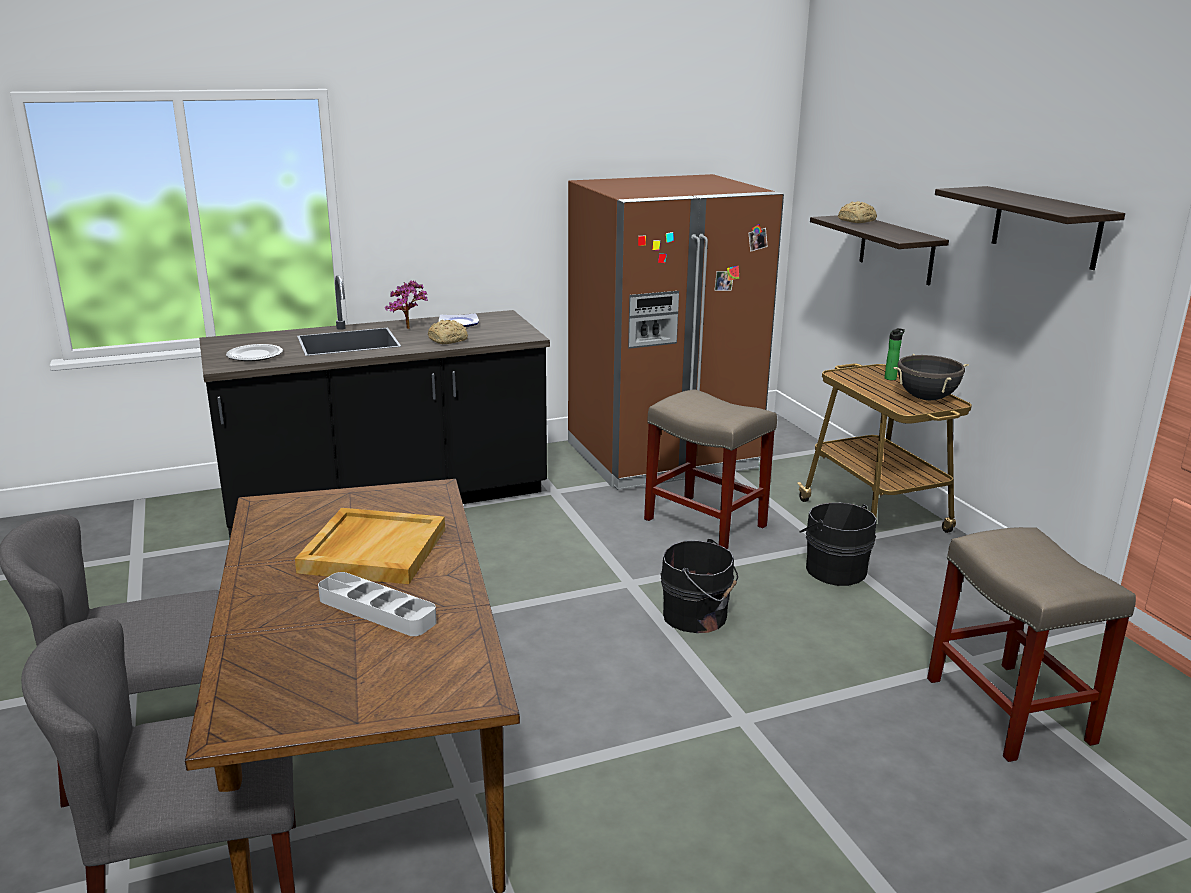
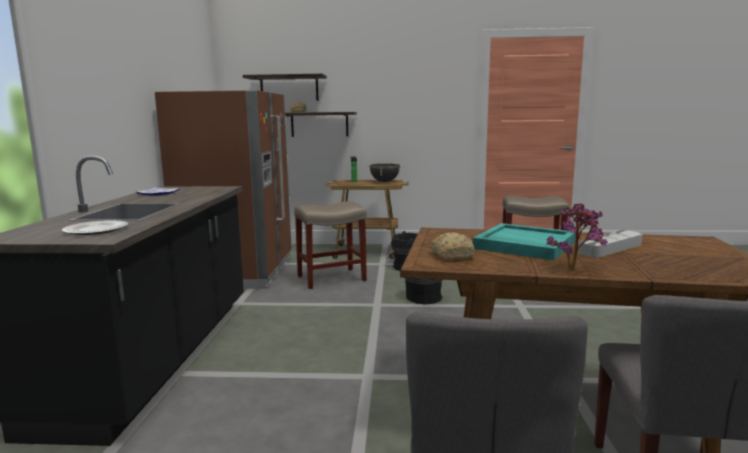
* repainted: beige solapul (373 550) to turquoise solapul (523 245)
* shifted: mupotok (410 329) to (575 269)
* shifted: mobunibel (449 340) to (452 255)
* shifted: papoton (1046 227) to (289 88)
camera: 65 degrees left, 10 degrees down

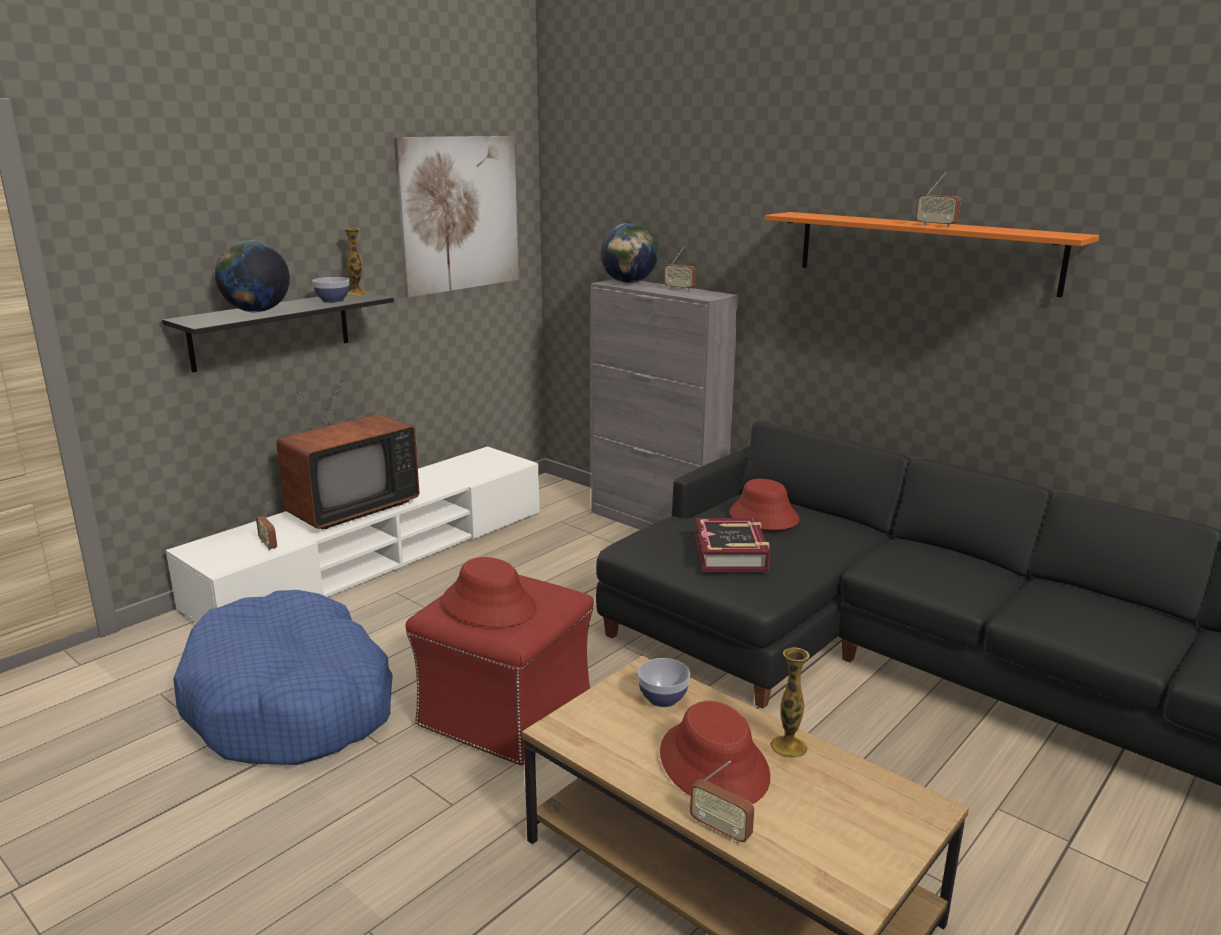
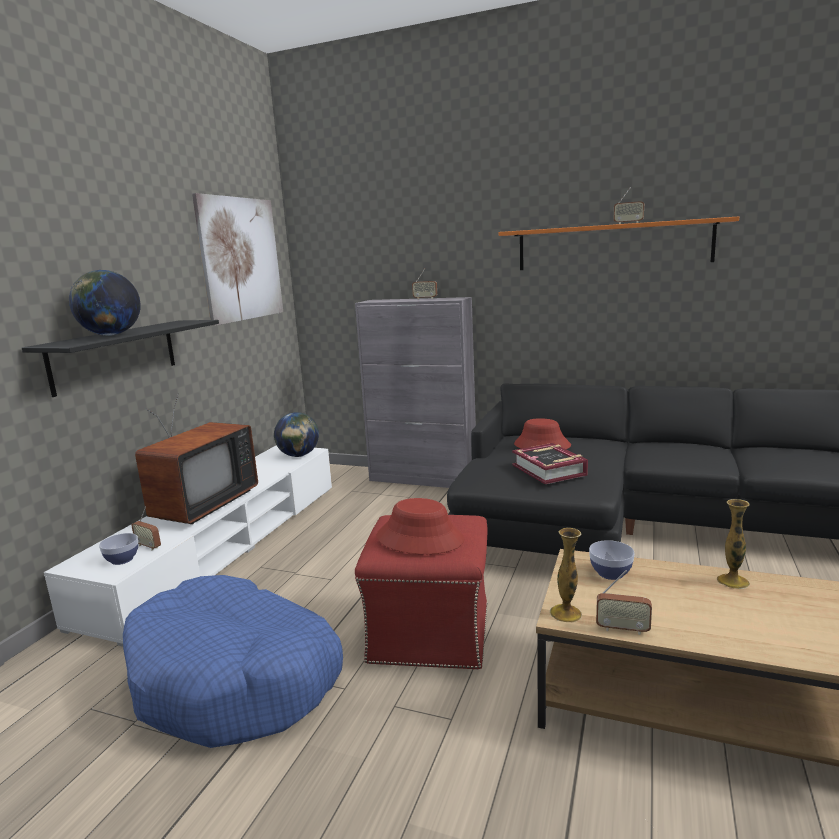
* shifted: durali (333 300) to (122 560)
* shifted: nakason (356 293) to (565 613)
* shifted: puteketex (628 282) to (298 455)
* gone: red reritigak (714 764)
* shifted: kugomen (720 830) to (622 629)
camera: 20 degrees left, 5 degrees down

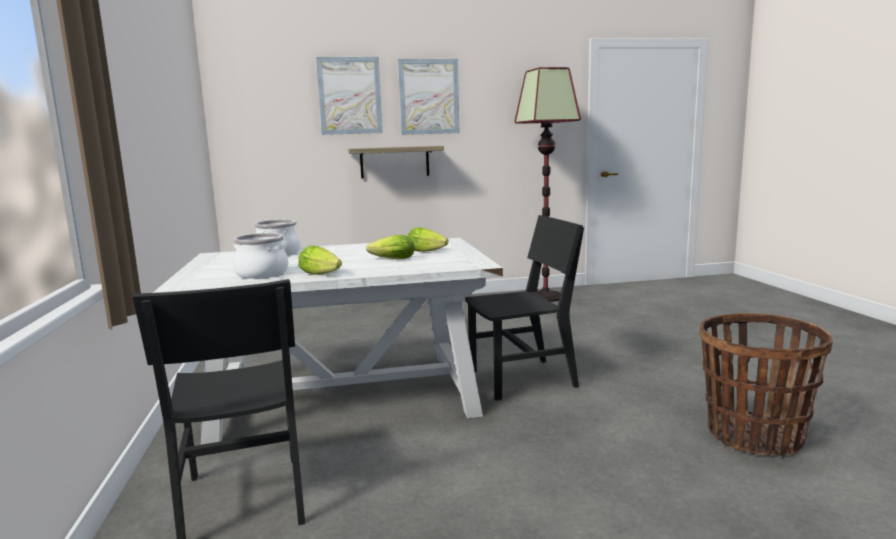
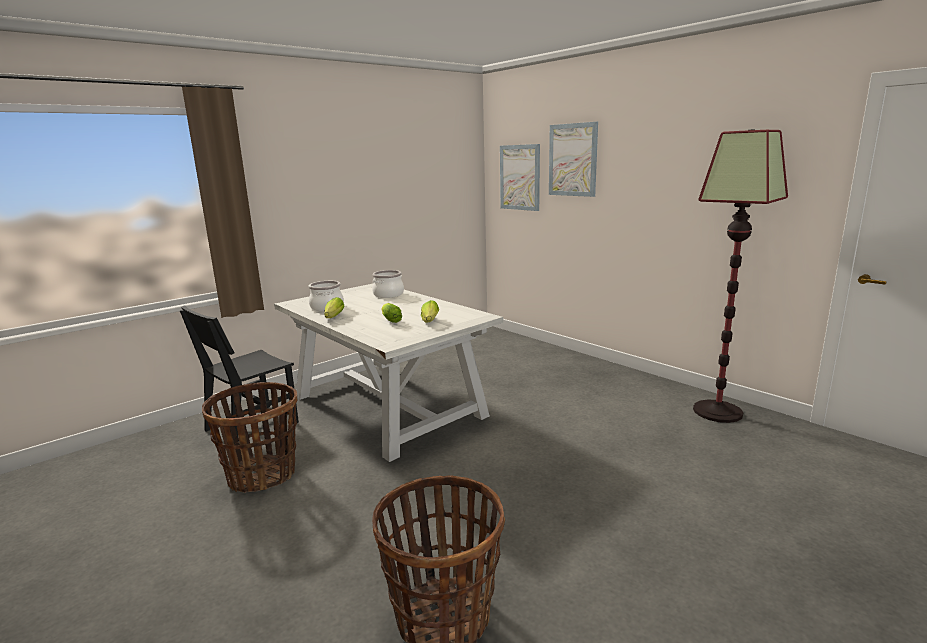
* gone: papoton (394 162)
* shifted: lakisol (429 97) to (520 177)
* gone: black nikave (522 379)
* new: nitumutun (262 475)
camera: 60 degrees right, 5 degrees up

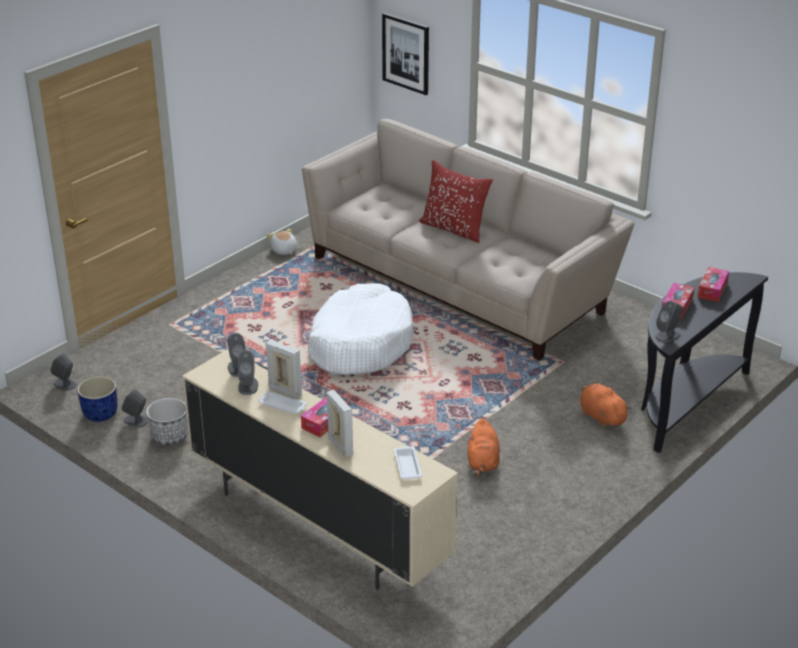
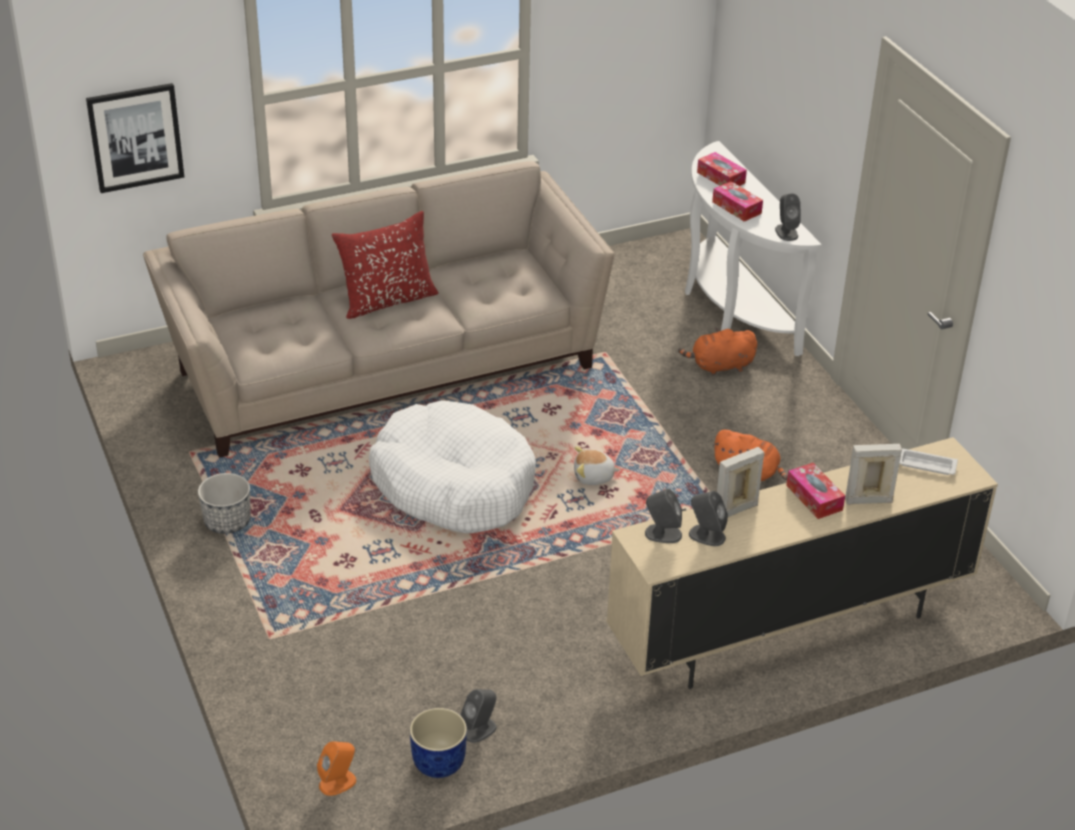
* repainted: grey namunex (65 384) to orange namunex (338 782)
* shifted: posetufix (169 436) to (227 521)
* gone: white solapul (283 405)
* shifted: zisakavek (283 250) to (593 477)
* repainted: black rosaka (684 403) to white rosaka (731 307)
camera: 65 degrees left, 5 degrees up

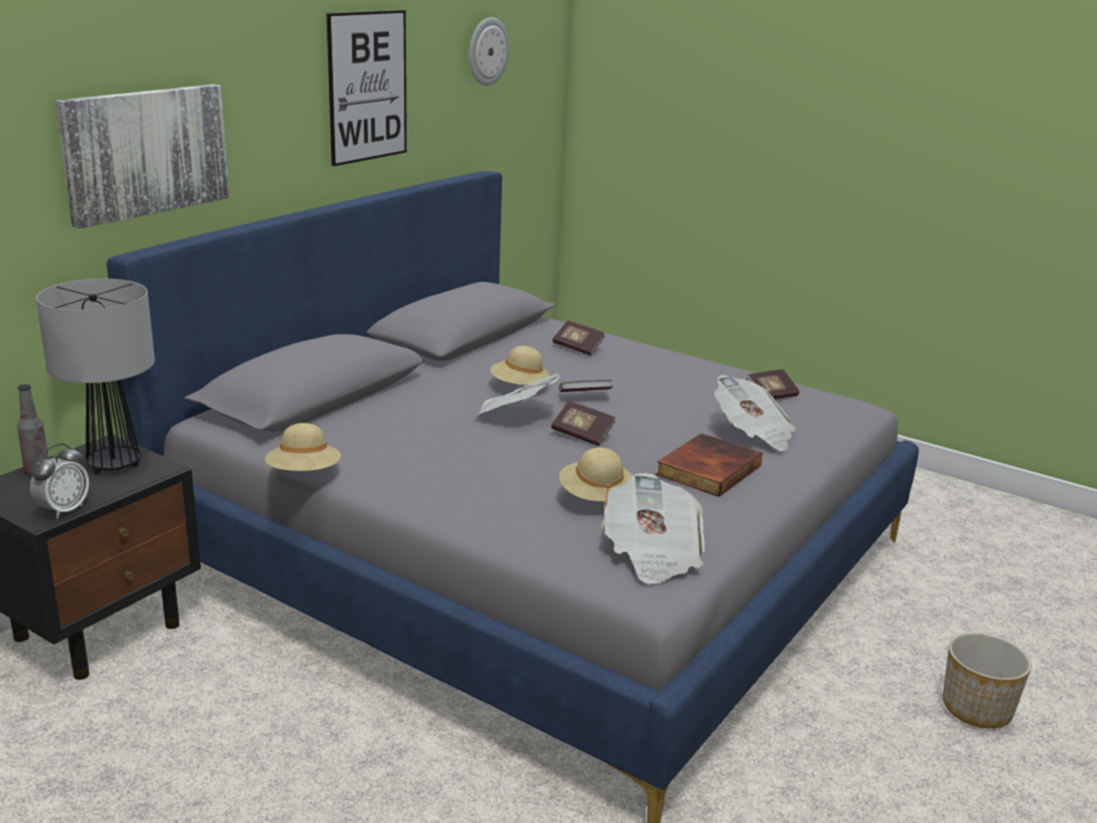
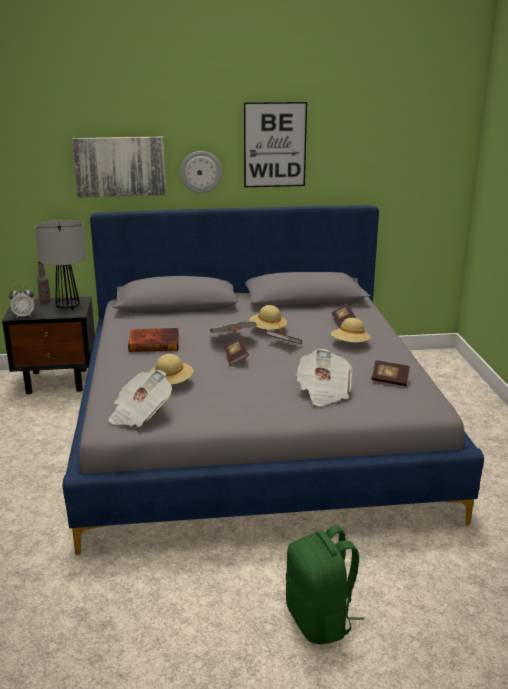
* shifted: beige reritigak (304 474) to (350 344)
* shifted: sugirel (487 51) to (201 172)
* shifted: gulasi (707 469) to (154 342)
* swapped: posetufix (977 708) to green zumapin (320 621)
camera: 50 degrees right, 0 degrees up

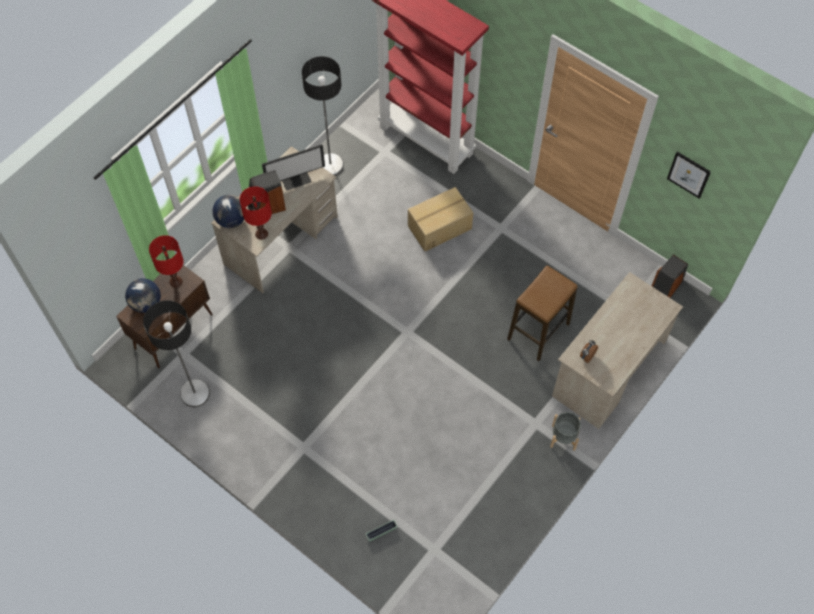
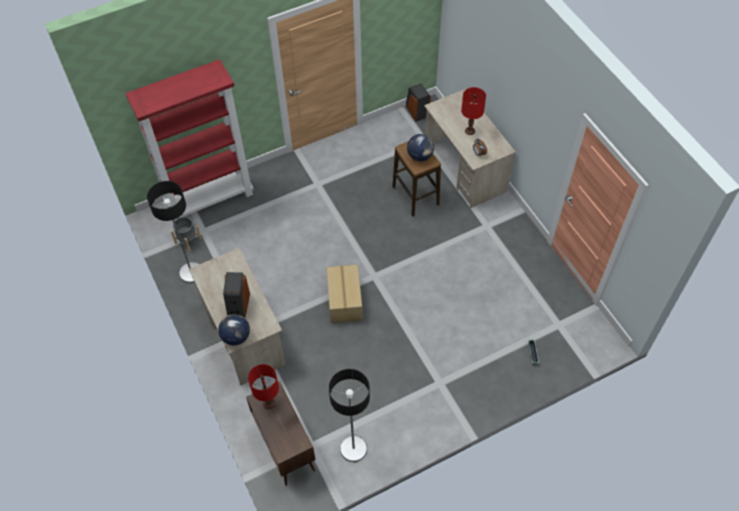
* shifted: puteketex (146 304) to (420 156)
* shifted: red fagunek (261 234) to (470 131)
* gone: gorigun (296 179)
* shifted: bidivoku (439 227) to (344 300)
* shifted: grey posetufix (563 437) to (188 240)
* gone: lakisol (689 174)
camera: 65 degrees left, 5 degrees down

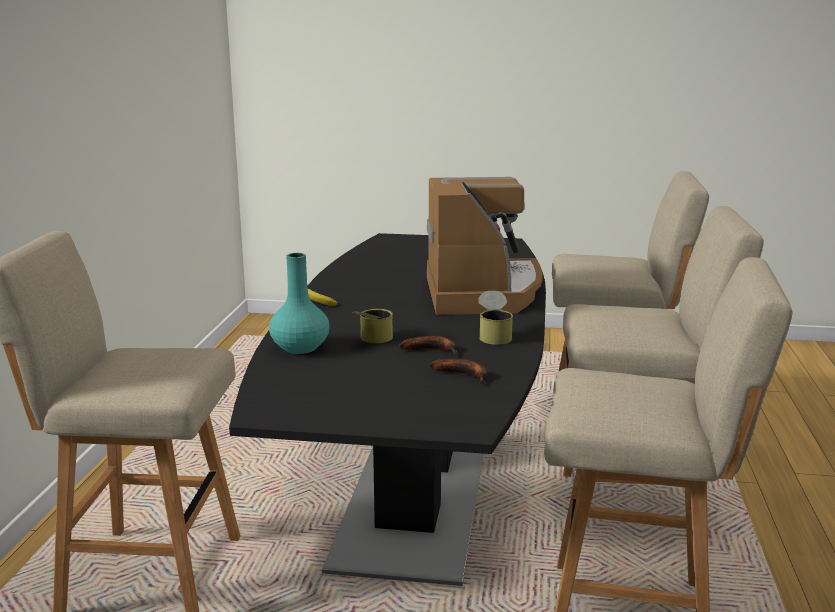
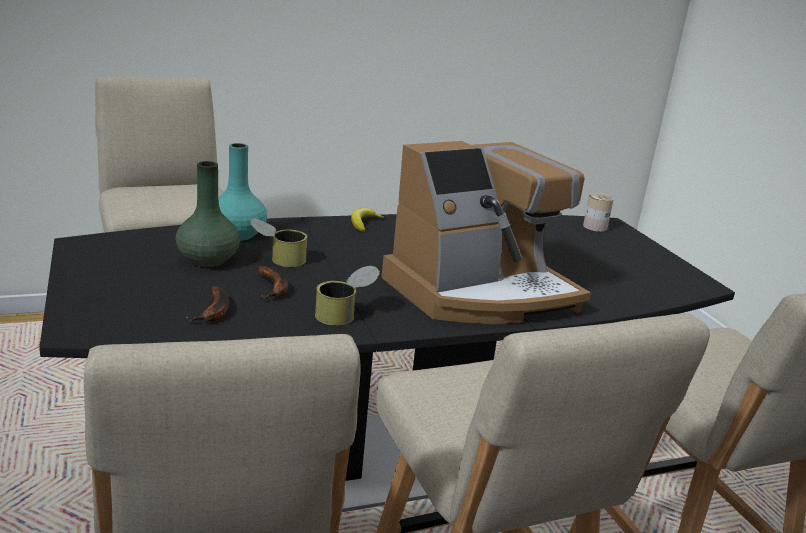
* new: green nakason (208 260)
* new: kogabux (595 227)
camera: 60 degrees right, 5 degrees up

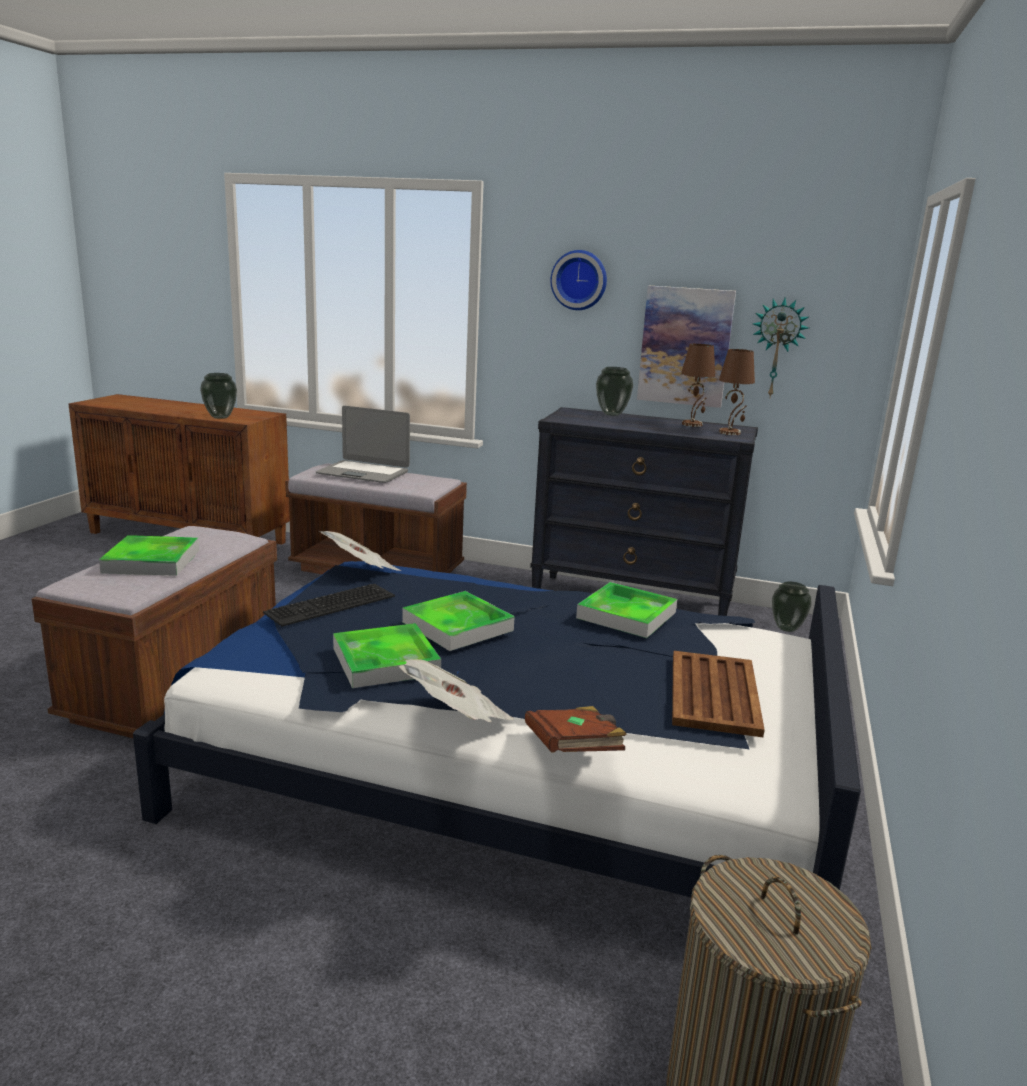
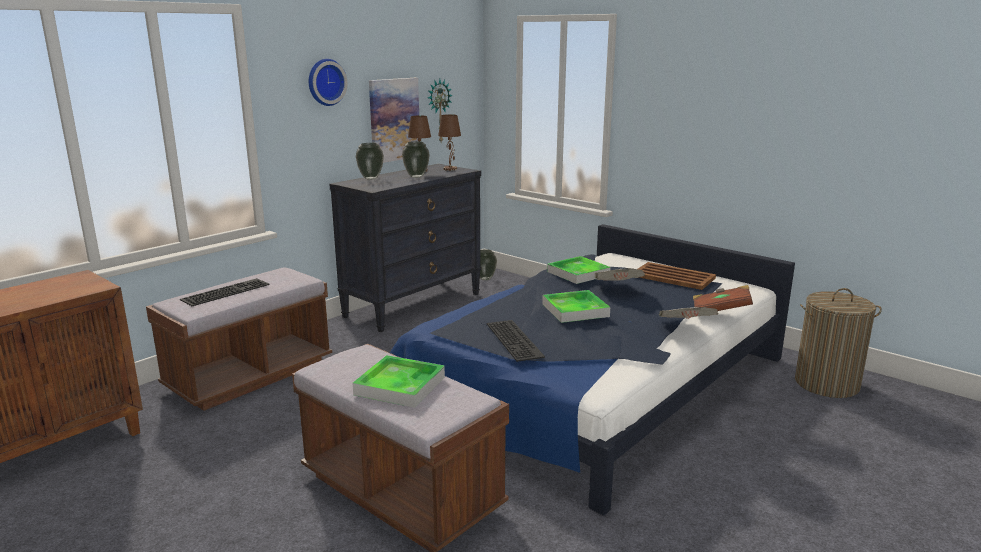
* shifted: nakason (219 417) to (416 176)
* swapped: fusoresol (363 473) to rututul (226 291)
* shifted: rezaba (361 570) to (618 288)
* gone: solapul (385 661)
camera: 65 degrees left, 0 degrees up

